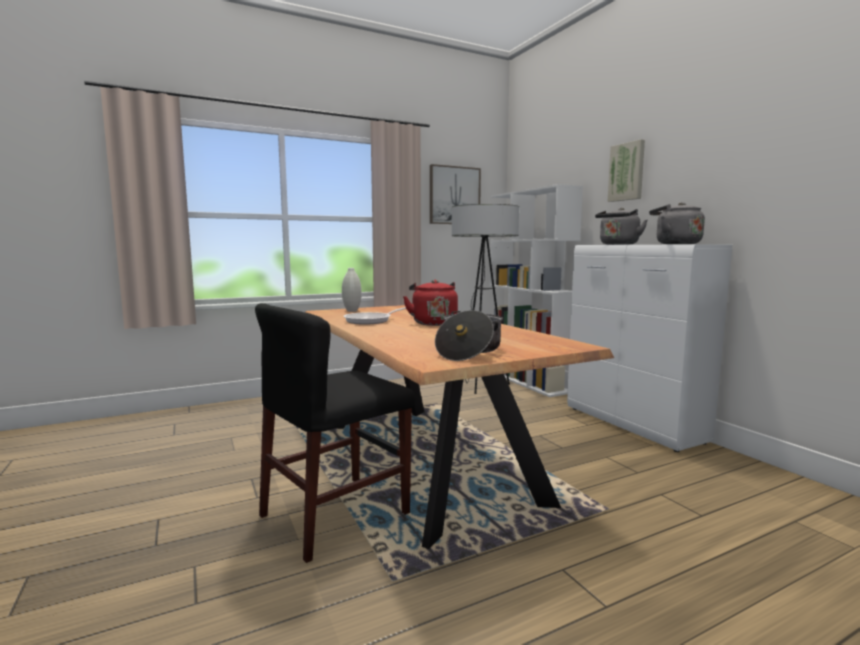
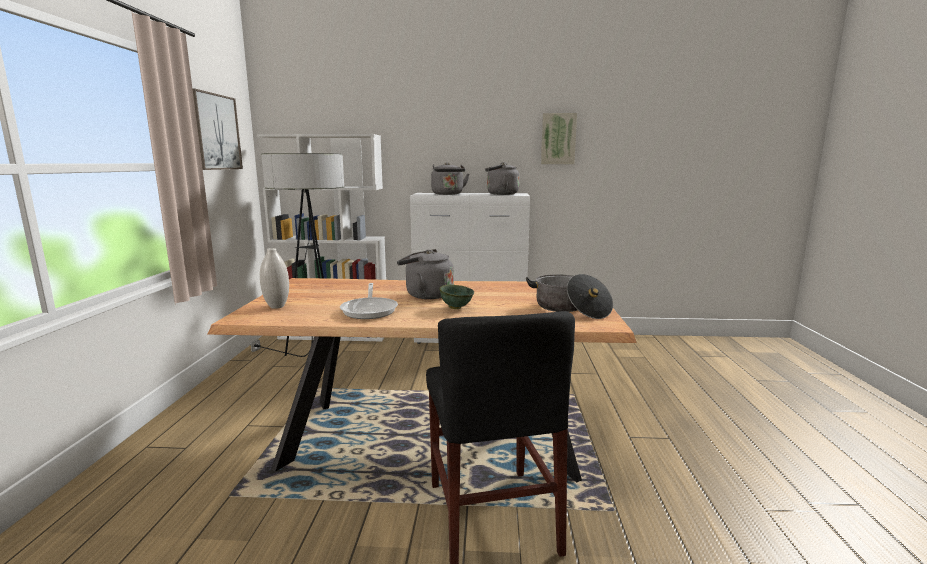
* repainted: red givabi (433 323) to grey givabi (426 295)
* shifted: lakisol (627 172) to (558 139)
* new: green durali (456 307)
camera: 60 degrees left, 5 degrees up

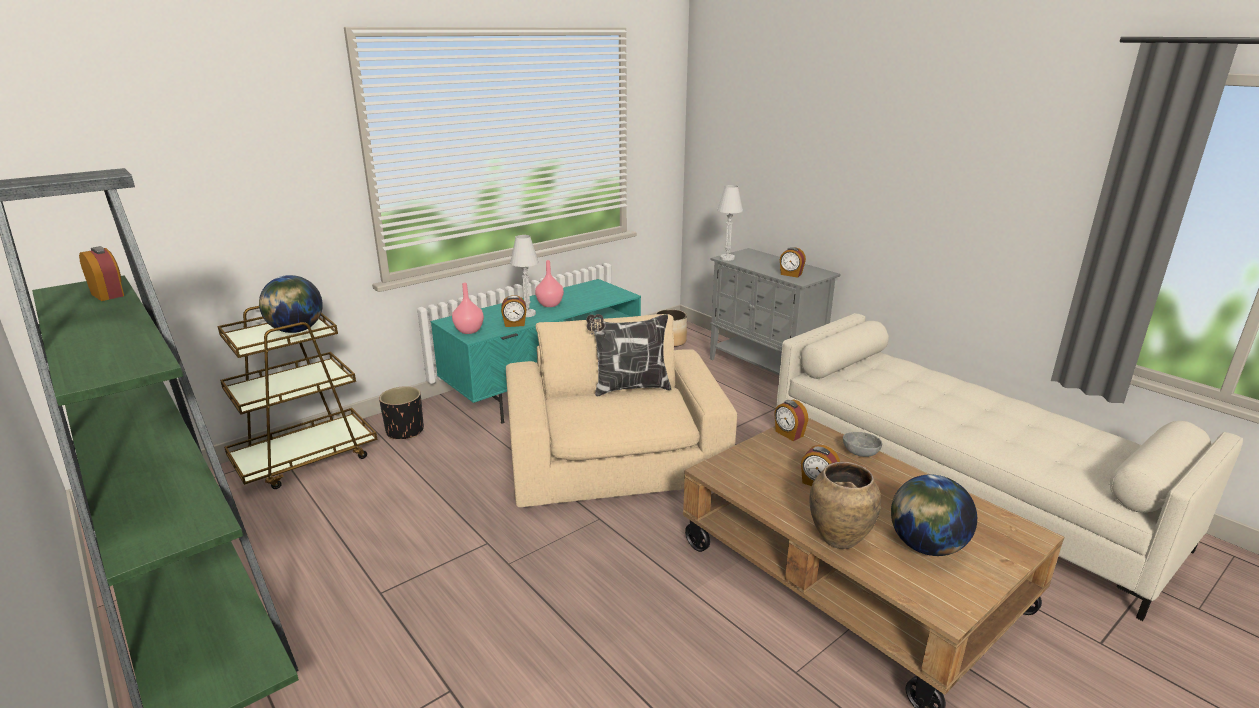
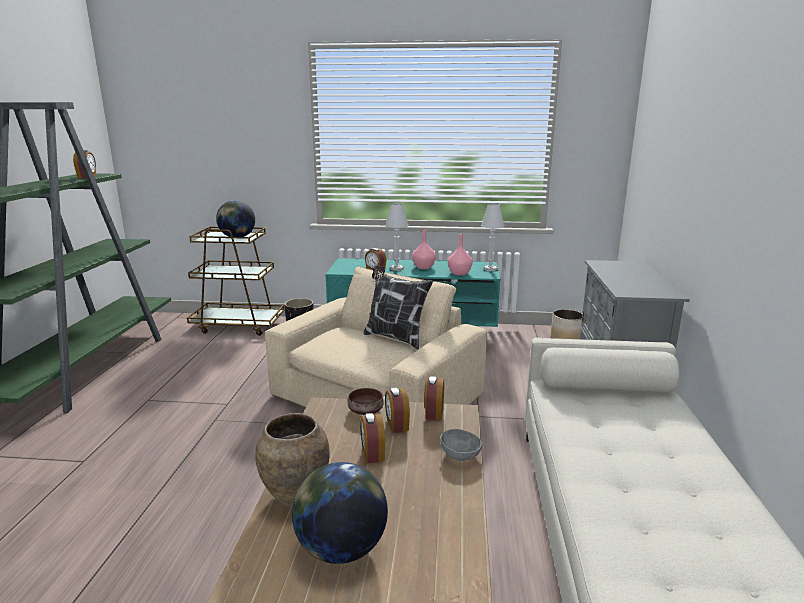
* shifted: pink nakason (469 330) to (459 273)
* shifted: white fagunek (727 258) to (490 269)
* shifted: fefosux (791 274) to (396 425)
* new: brown durali (366 410)
camera: 45 degrees right, 5 degrees down

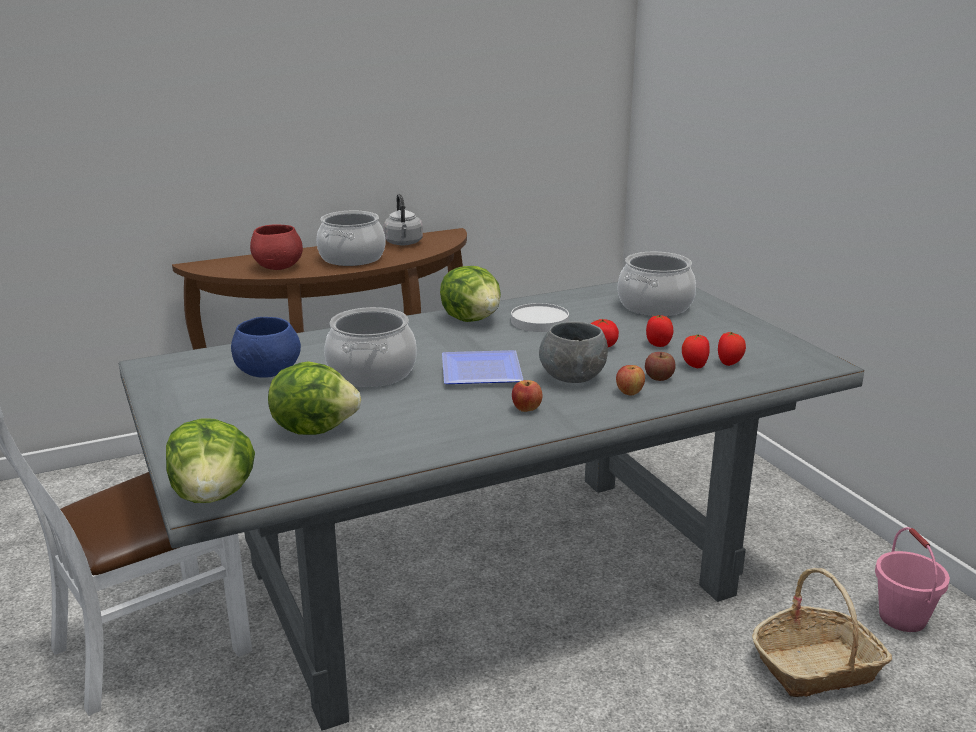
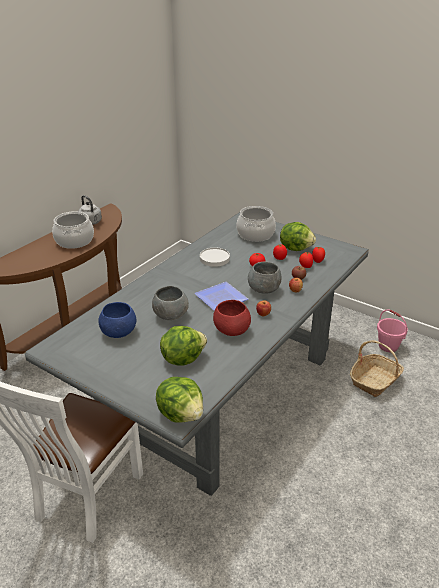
* shifted: red durali (278 267) to (232 330)
* swapped: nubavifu (371 372) to grey durali (170 315)
* shifted: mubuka (472 319) to (296 248)
camera: 30 degrees left, 10 degrees up

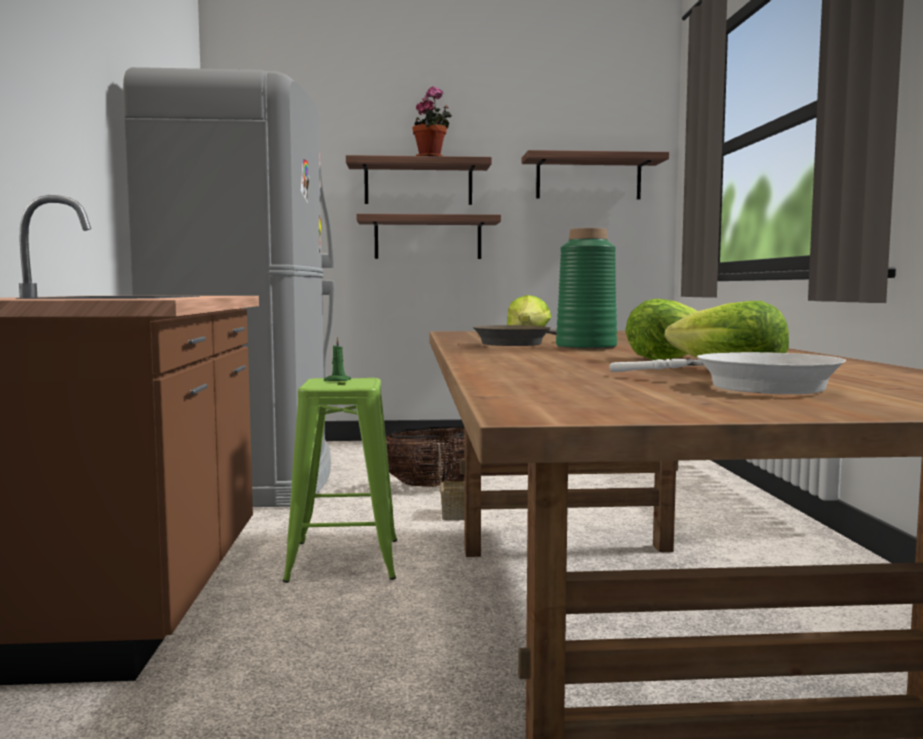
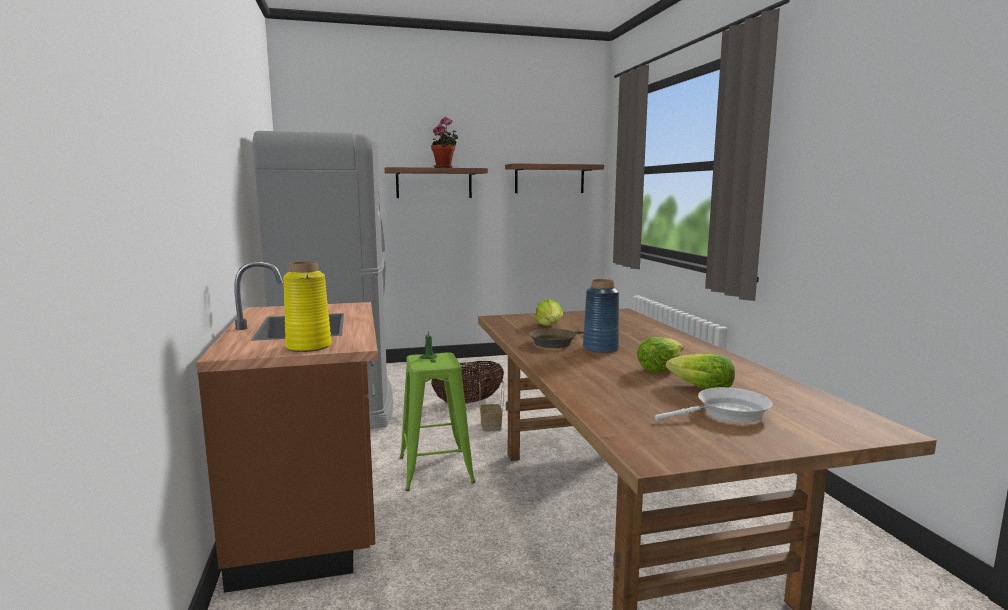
* gone: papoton (428 238)
* repainted: green nakason (585 347) to blue nakason (600 349)
* rotated: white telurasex (752 386) = (727 414) 45 degrees counterclockwise
* new: yellow nakason (309 346)
camera: 10 degrees left, 5 degrees up

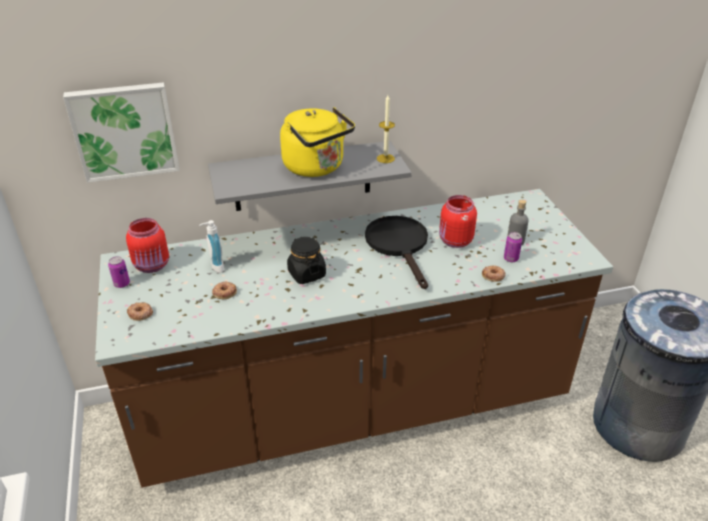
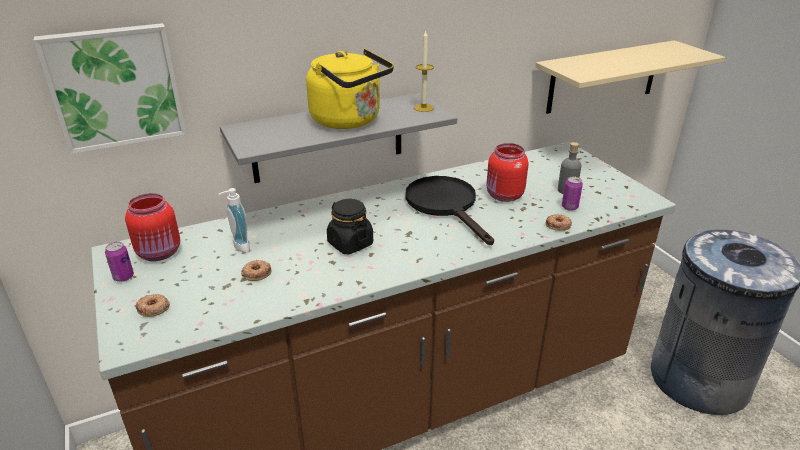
* new: beige papoton (603 77)
camera: 10 degrees left, 5 degrees down

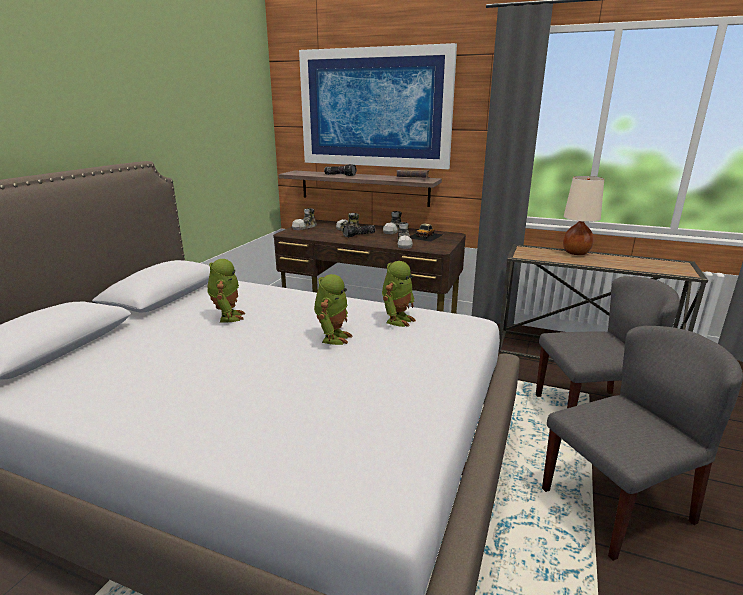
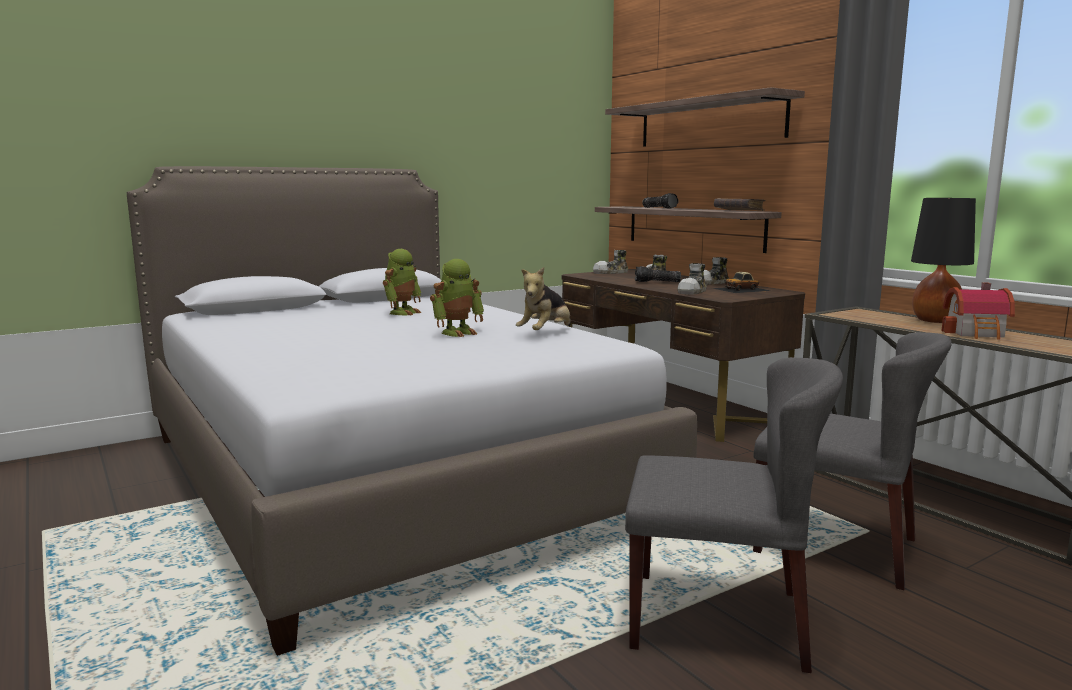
* swapped: lakisol (374 108) to papoton (709 122)
* swapped: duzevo (397 319) to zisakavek (545 333)
* repainted: beige fagunek (576 253) to black fagunek (935 321)
* new: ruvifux (977 333)
camera: 35 degrees right, 10 degrees down

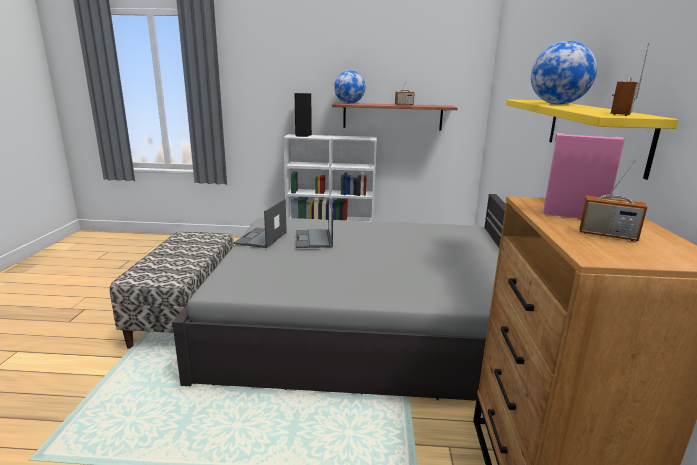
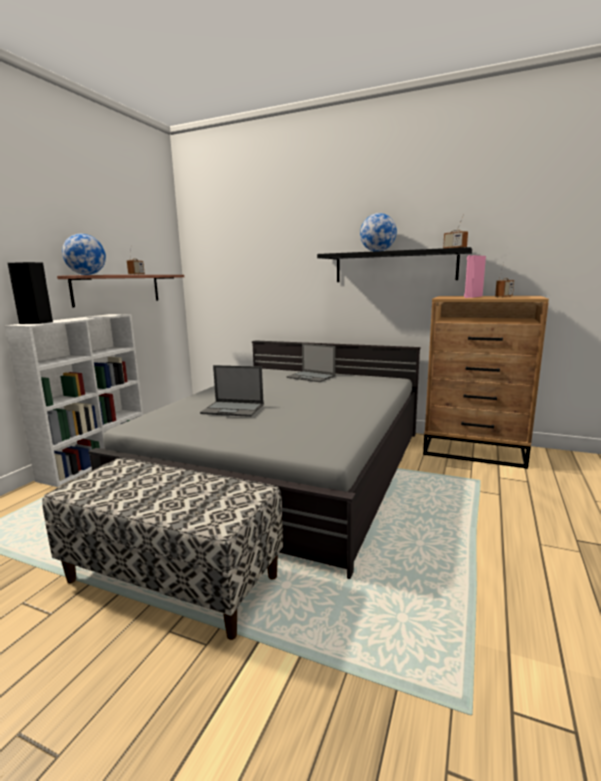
* shifted: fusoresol (261 238) to (311 377)
* repainted: yellow papoton (593 132) to black papoton (394 266)
camera: 70 degrees left, 5 degrees down

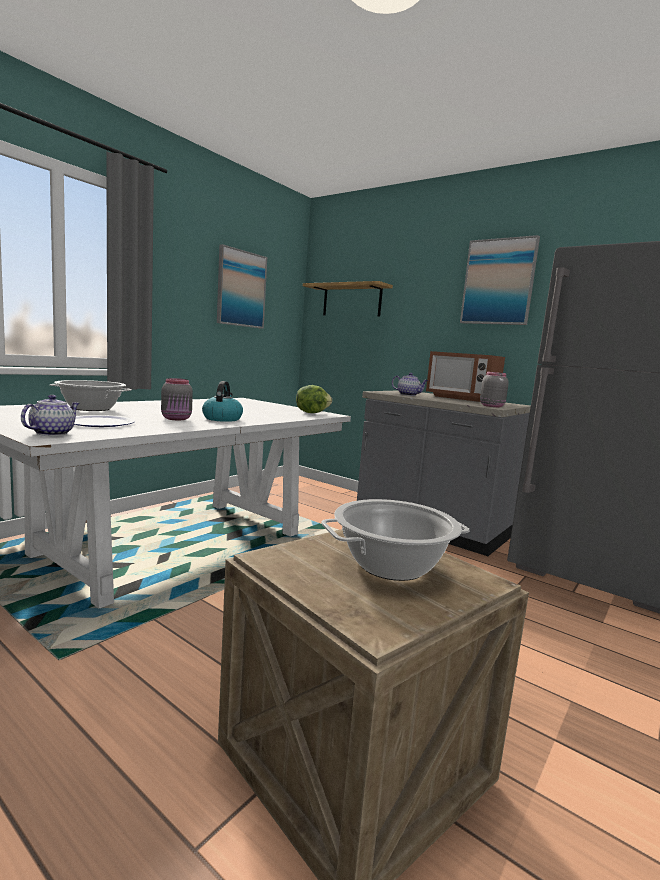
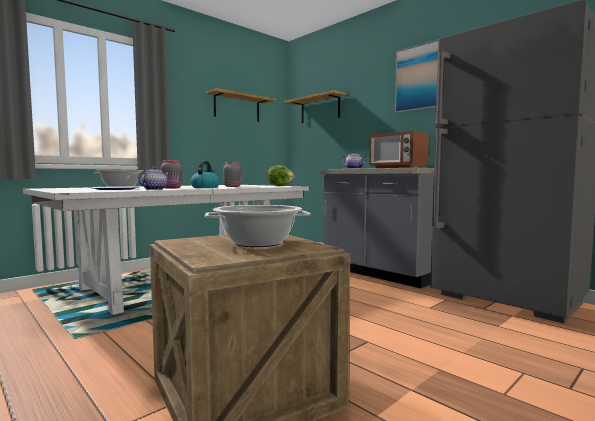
* shifted: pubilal (52 433) to (154 189)
* swapped: lakisol (241 289) to papoton (237 108)
* shifted: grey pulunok (491 406) to (232 186)
camera: 10 degrees right, 5 degrees down

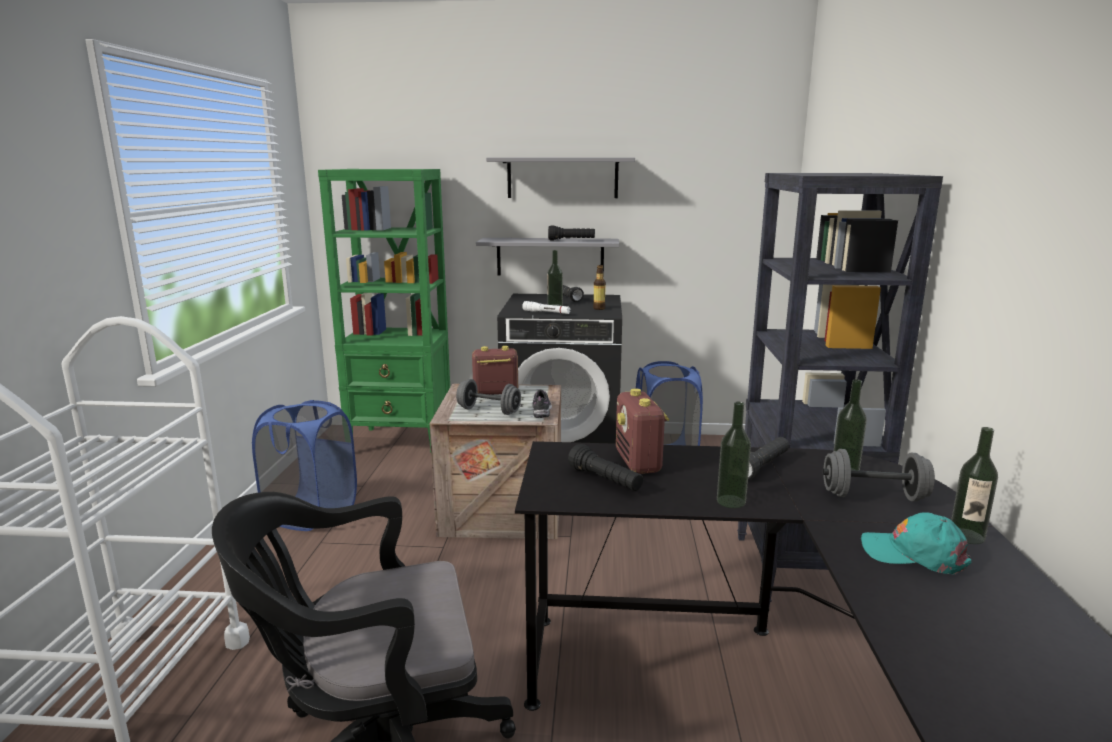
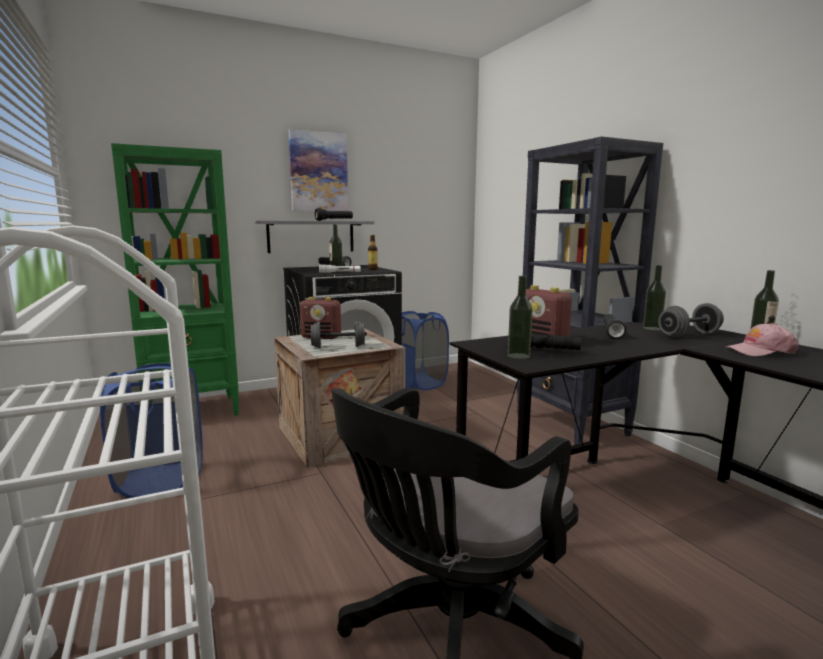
* rotated: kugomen (495 392) = (321 337) 135 degrees counterclockwise
* swapped: grey papoton (562 178) to lakisol (318 172)
* gone: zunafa (541 410)
* shifted: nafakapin (731 501) to (518 356)
* repainted: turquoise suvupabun (914 554) to pink suvupabun (760 351)
camera: 30 degrees left, 5 degrees down

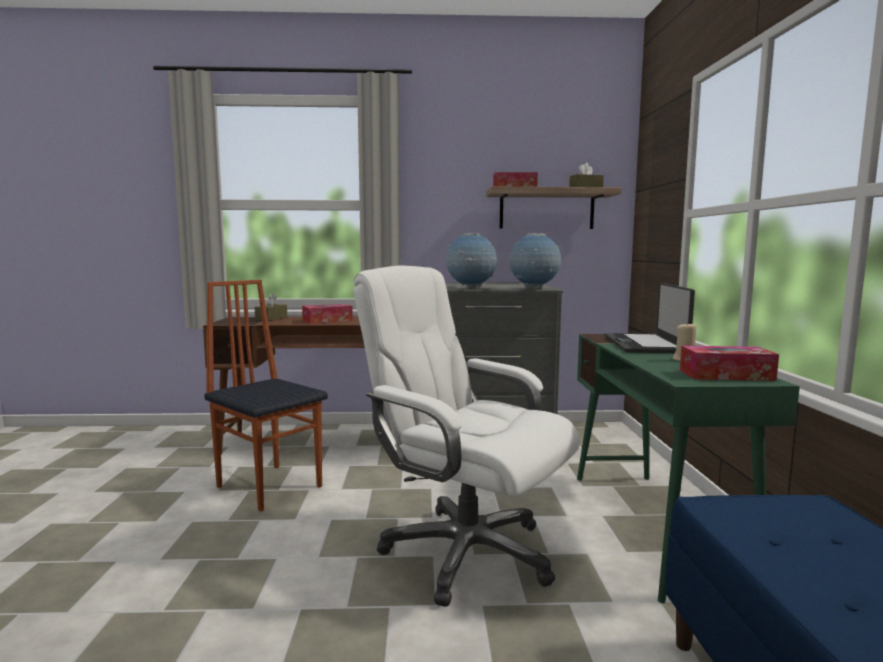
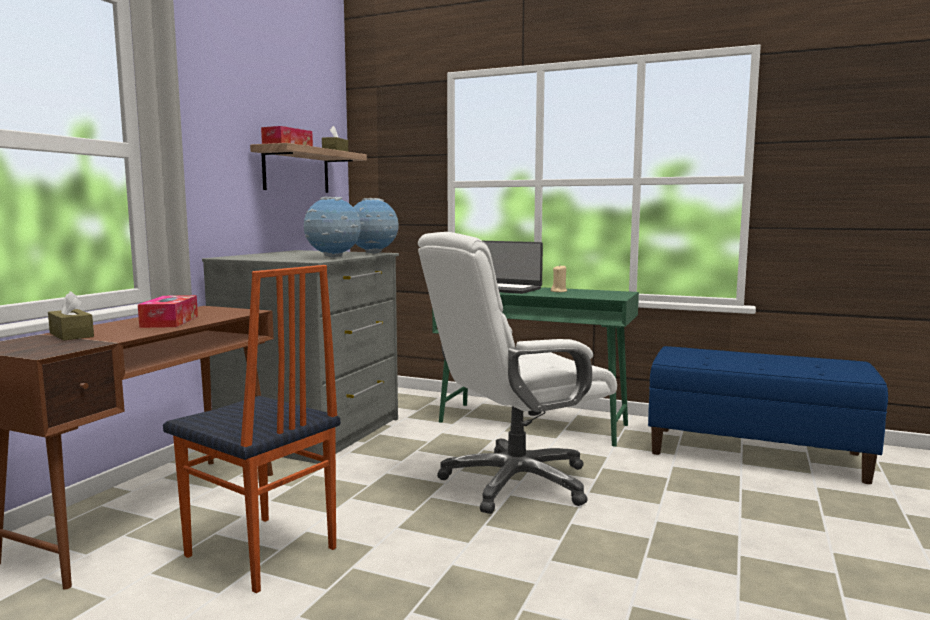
* rotated: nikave (270 486) = (260 553) 120 degrees counterclockwise
* gone: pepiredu (726 375)
camera: 65 degrees left, 0 degrees up

